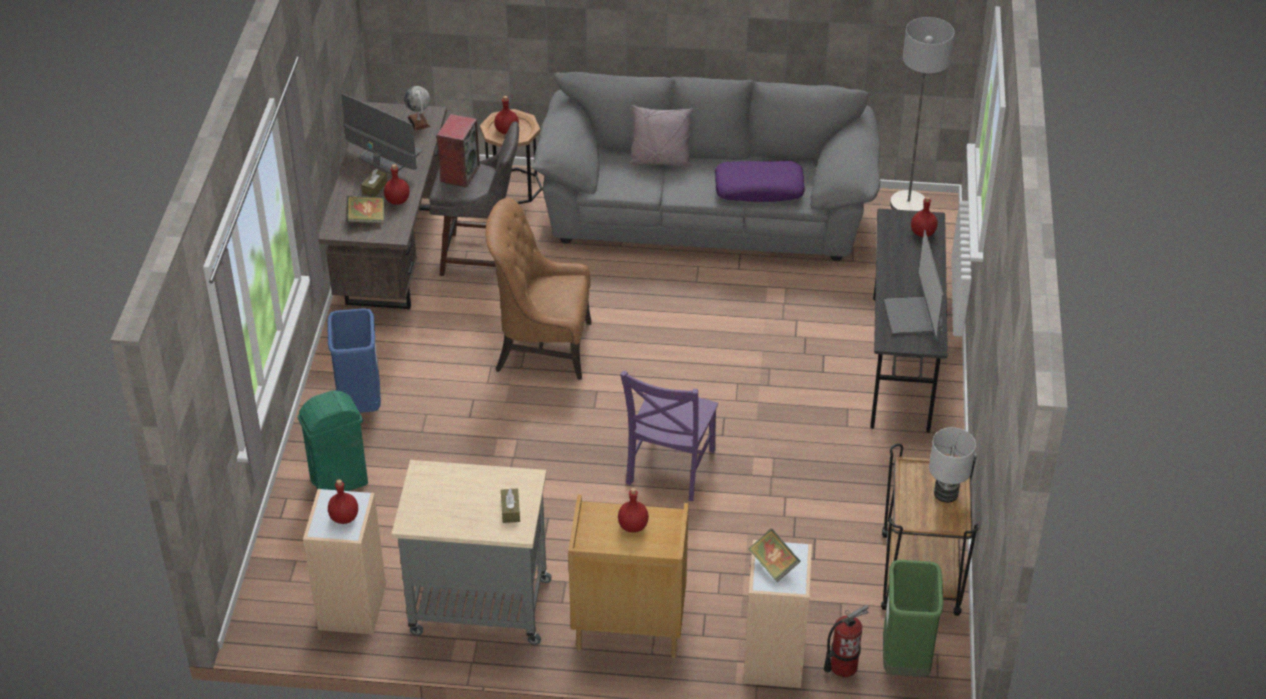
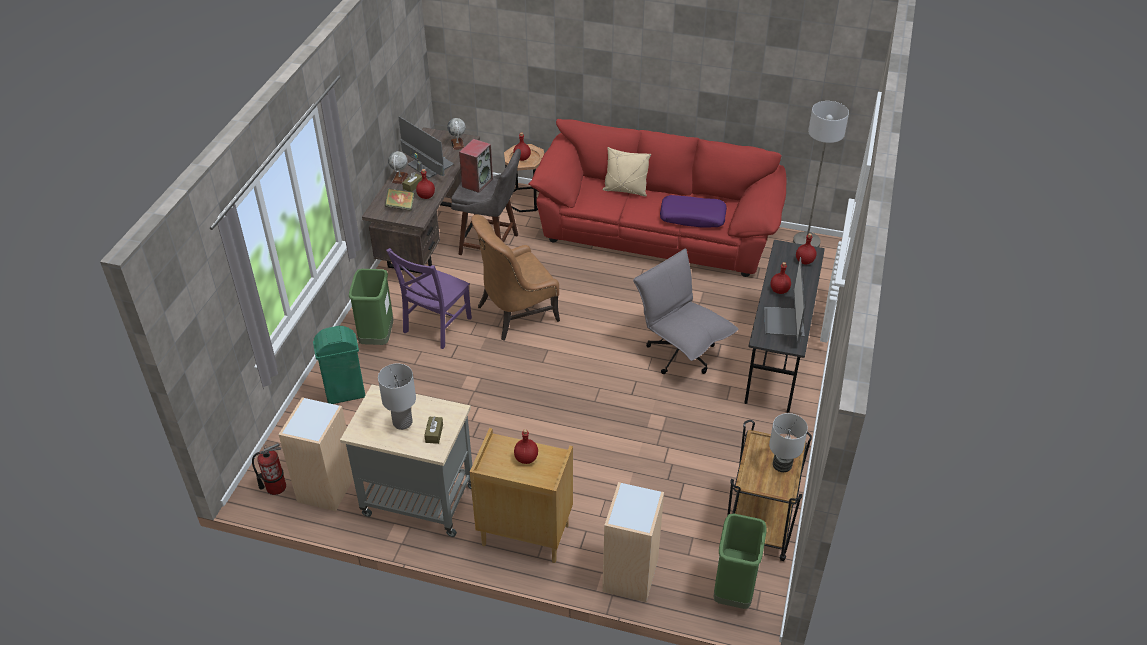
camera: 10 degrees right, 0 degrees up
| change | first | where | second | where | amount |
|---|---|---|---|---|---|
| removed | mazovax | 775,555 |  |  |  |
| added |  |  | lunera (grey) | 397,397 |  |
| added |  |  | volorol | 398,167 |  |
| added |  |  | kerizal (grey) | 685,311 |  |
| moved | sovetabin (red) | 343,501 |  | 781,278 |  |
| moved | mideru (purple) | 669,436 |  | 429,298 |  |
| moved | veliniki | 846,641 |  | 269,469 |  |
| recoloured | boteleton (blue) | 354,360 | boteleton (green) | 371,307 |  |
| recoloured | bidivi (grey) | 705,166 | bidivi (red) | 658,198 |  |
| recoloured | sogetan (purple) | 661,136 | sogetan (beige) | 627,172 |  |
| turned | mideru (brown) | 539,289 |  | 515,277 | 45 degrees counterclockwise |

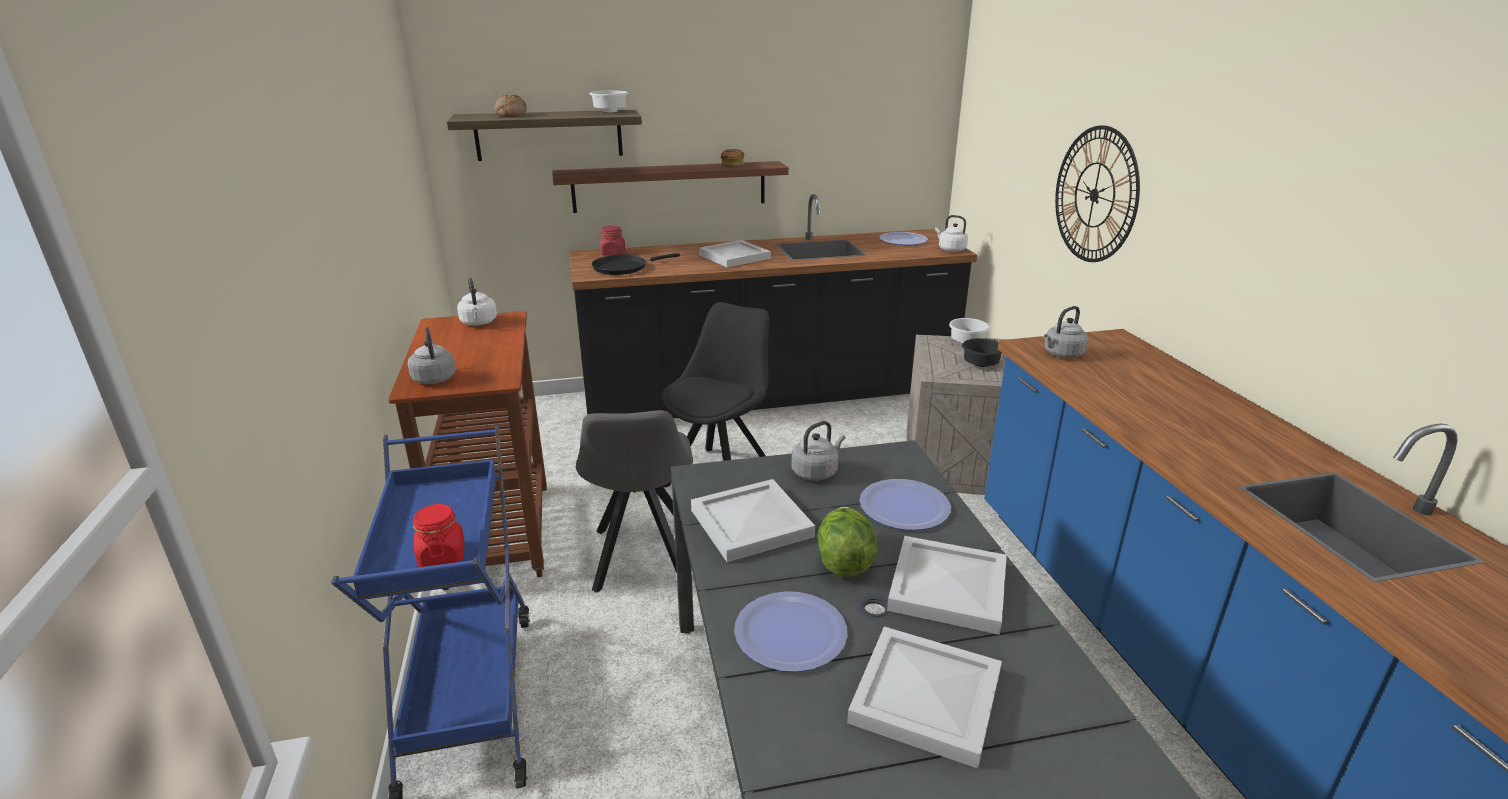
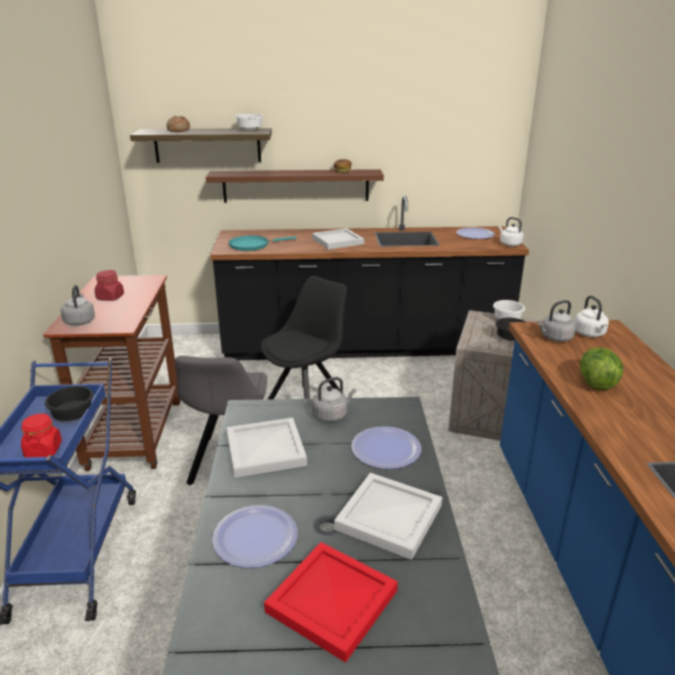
camera: 10 degrees right, 0 degrees up
| change | first | where | second | where | amount |
|---|---|---|---|---|---|
| removed | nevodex | 1097,193 |  |  |  |
| added |  |  | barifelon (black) | 69,403 |  |
| moved | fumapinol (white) | 477,302 |  | 591,316 |  |
| moved | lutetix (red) | 612,241 |  | 109,285 |  |
| moved | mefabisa | 847,542 |  | 601,368 |  |
| recoloured | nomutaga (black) | 636,264 | nomutaga (turquoise) | 262,243 |  |
| recoloured | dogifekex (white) | 924,698 | dogifekex (red) | 331,602 |  |

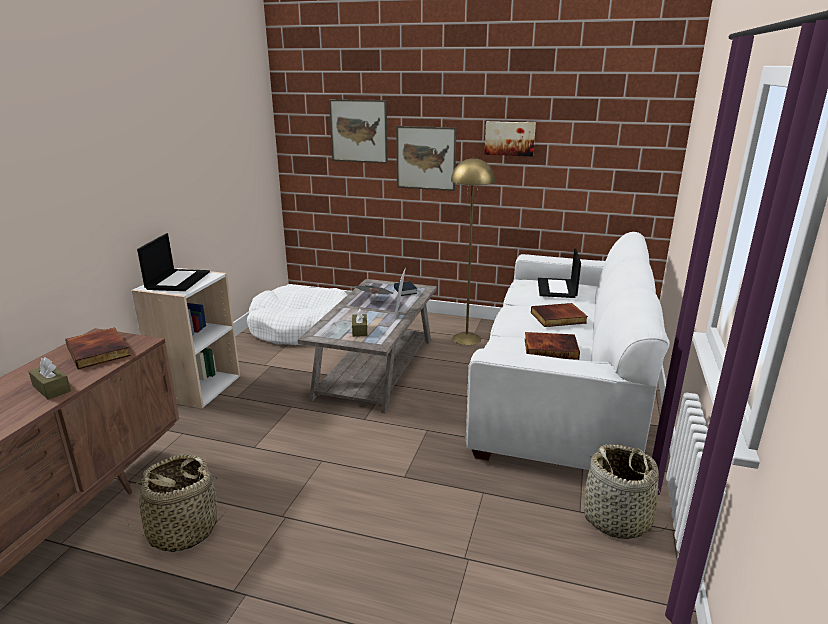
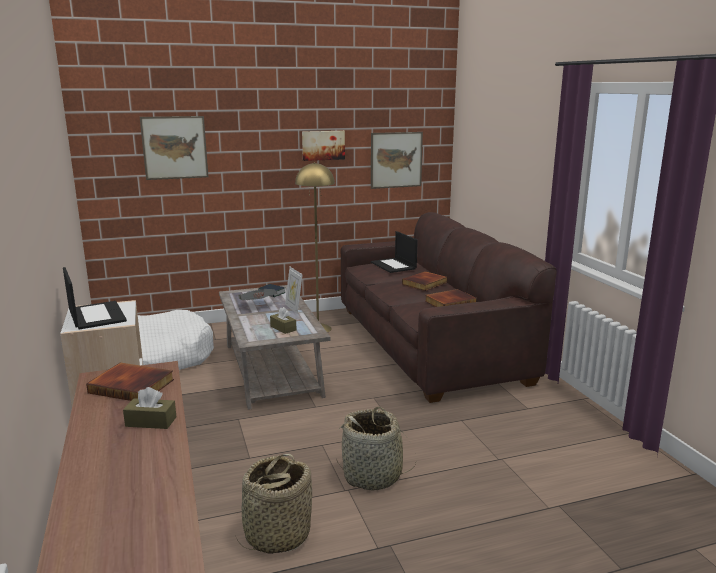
camera: 35 degrees left, 5 degrees down
| change | first | where | second | where | amount |
|---|---|---|---|---|---|
| moved | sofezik | 426,158 |  | 397,160 |  |
| moved | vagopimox | 625,491 |  | 376,448 |  |
| recoloured | bidivi (white) | 568,351 | bidivi (brown) | 449,307 |  |

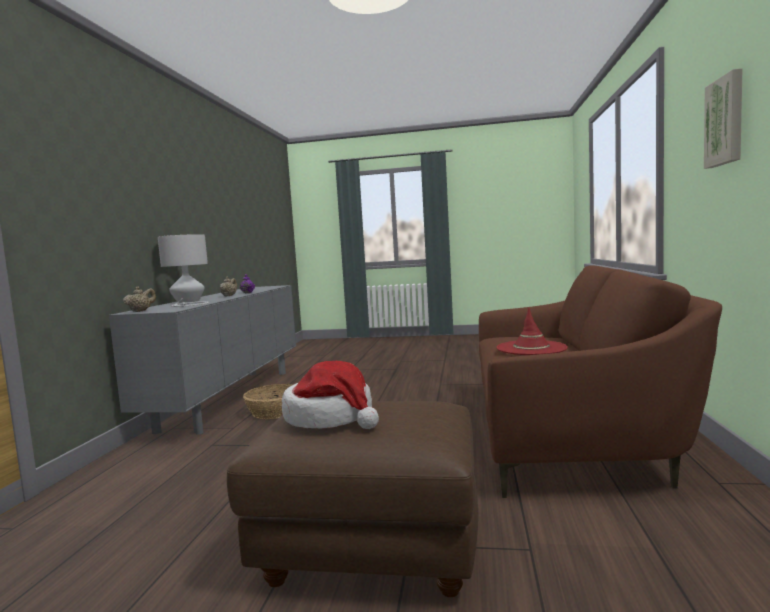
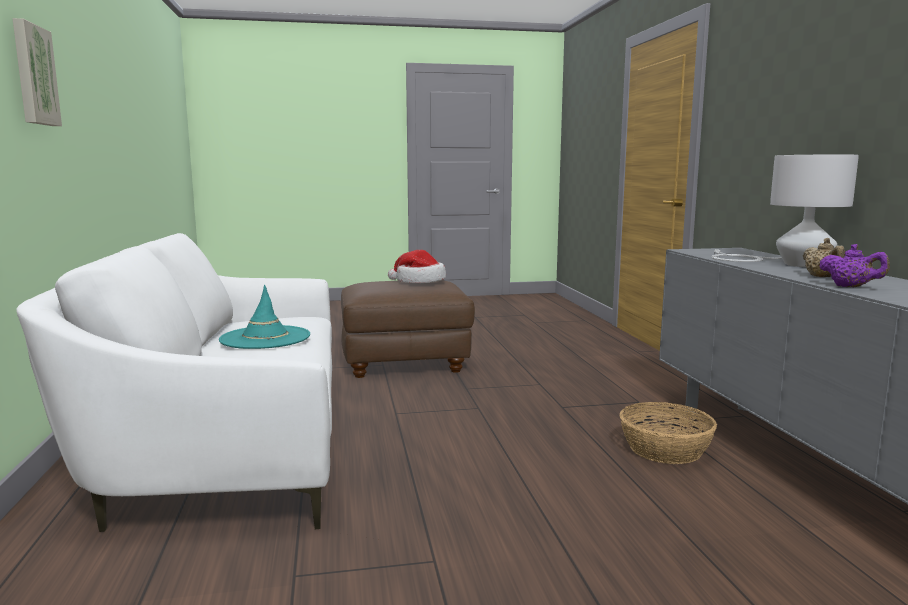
camera: 160 degrees right, 5 degrees up
| change | first | where | second | where | amount |
|---|---|---|---|---|---|
| removed | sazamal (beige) | 139,299 |  |  |  |
| recoloured | bidivi (brown) | 600,381 | bidivi (white) | 174,382 |  |
| recoloured | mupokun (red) | 532,331 | mupokun (turquoise) | 264,317 |  |

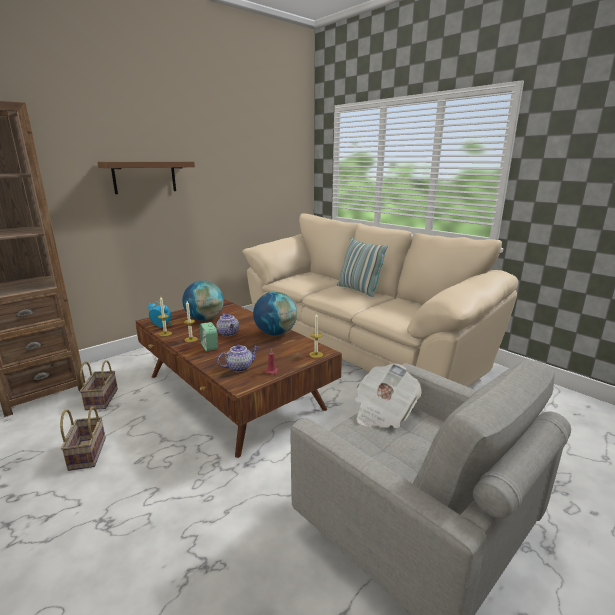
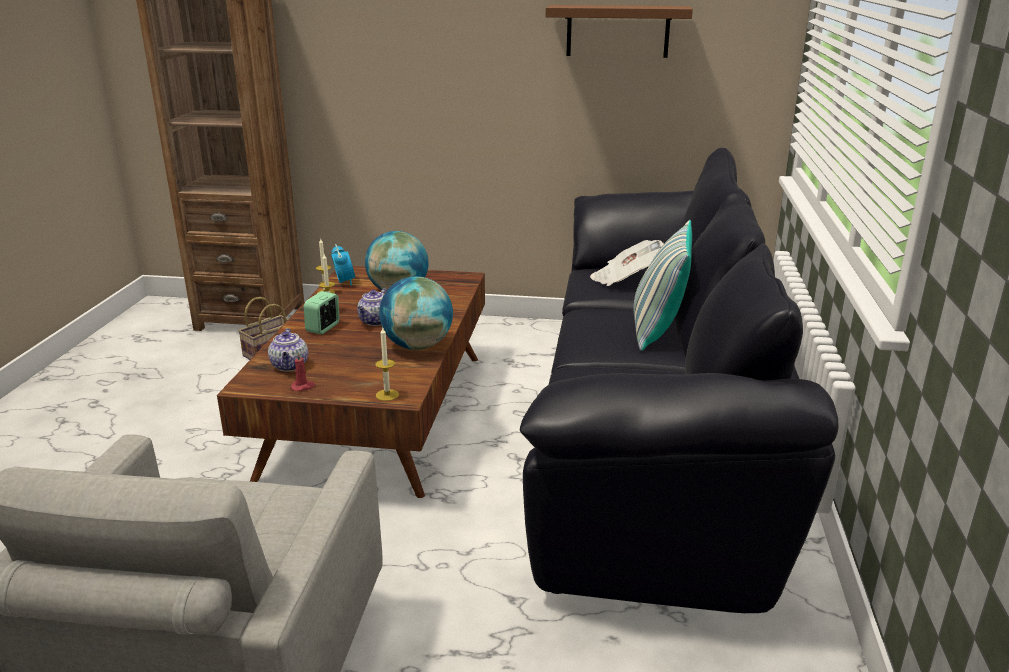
camera: 50 degrees right, 5 degrees up
| change | first | where | second | where | amount |
|---|---|---|---|---|---|
| removed | vagopimox | 83,438 |  |  |  |
| moved | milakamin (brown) | 146,178 |  | 619,31 |  |
| moved | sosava | 388,396 |  | 627,263 |  |
| recoloured | bidivi (beige) | 380,300 | bidivi (black) | 679,380 |  |
| turned | sazamal | 238,358 |  | 288,349 | 60 degrees clockwise |

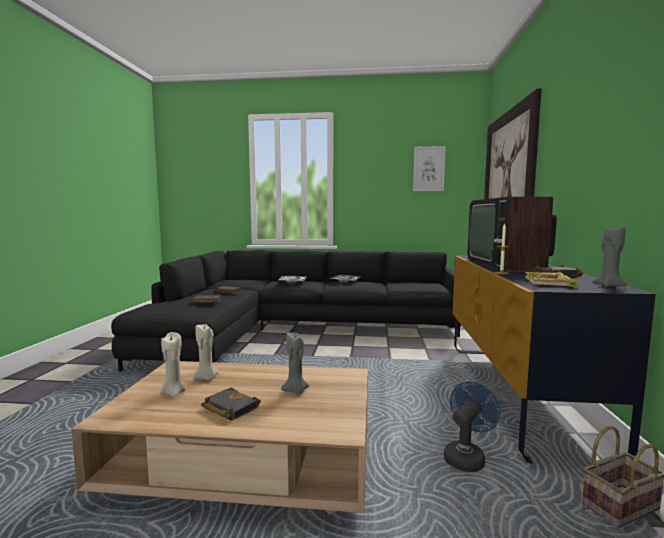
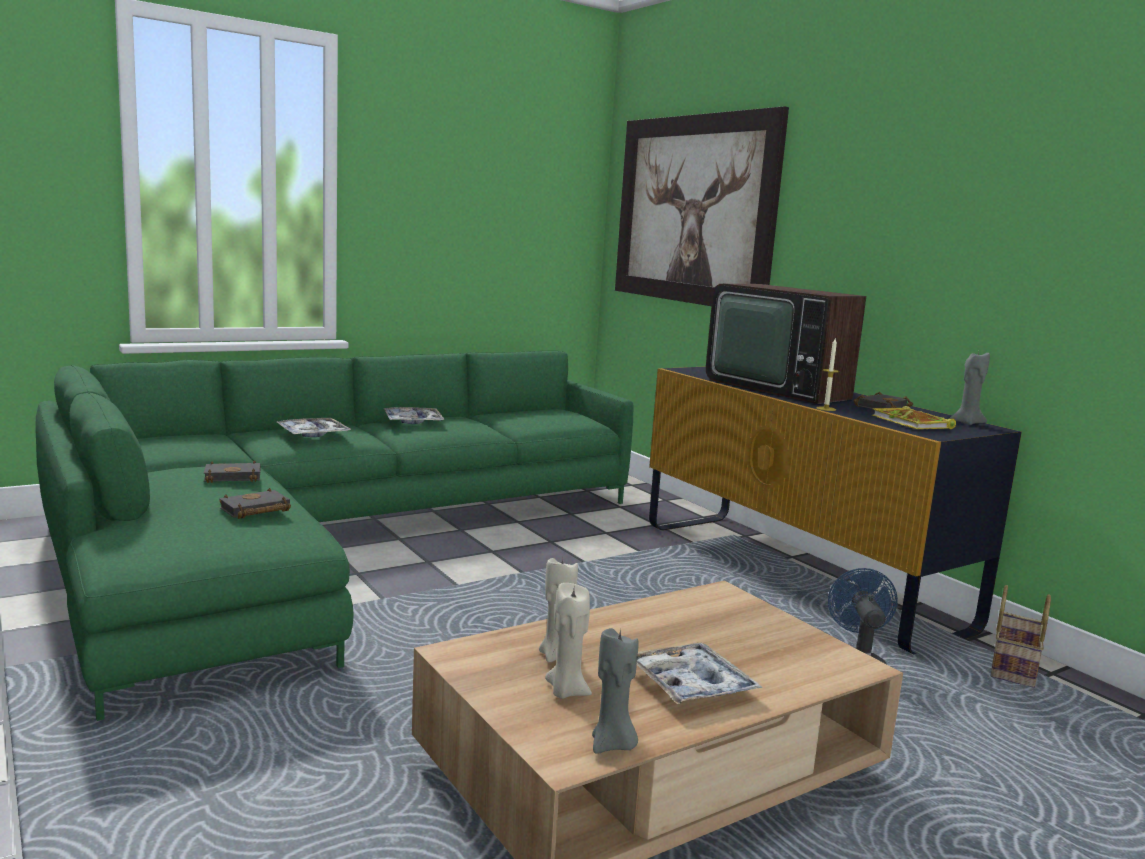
camera: 40 degrees left, 5 degrees up
| change | first | where | second | where | amount |
|---|---|---|---|---|---|
| removed | sofezik | 429,168 |  |  |  |
| moved | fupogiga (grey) | 295,363 |  | 615,691 |  |
| replaced | mazovax (black) | 231,403 | dogifekex | 700,673 |  |
| recoloured | bidivi (black) | 286,310 | bidivi (green) | 334,536 |  |

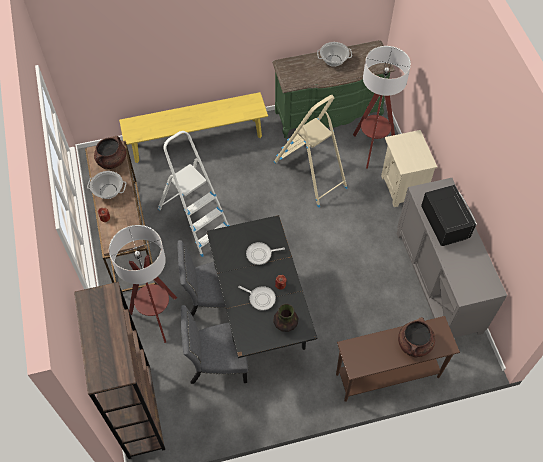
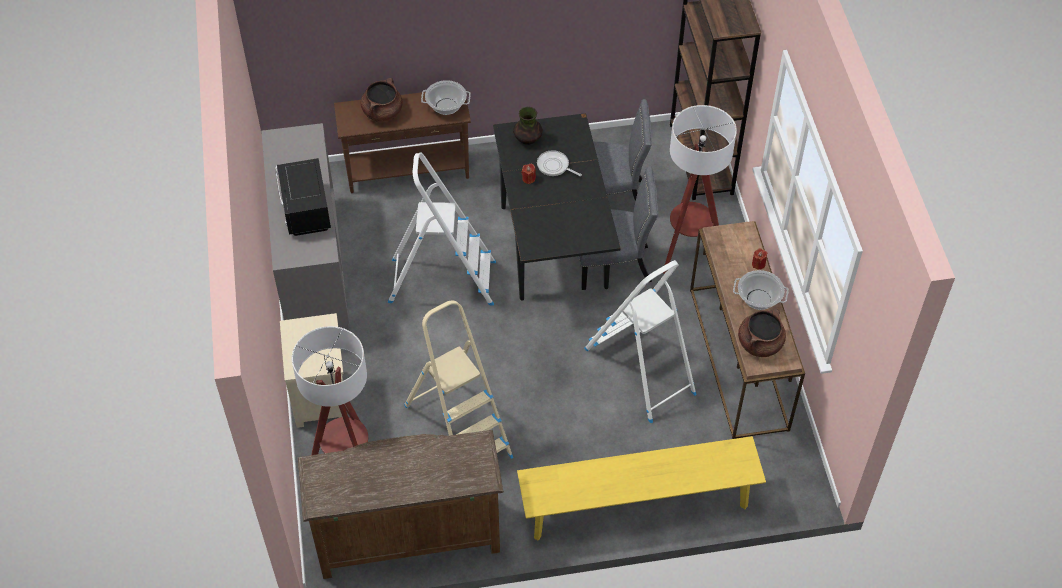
camera: 175 degrees left, 5 degrees down
| change | first | where | second | where | amount |
|---|---|---|---|---|---|
| removed | nomutaga | 265,253 |  |  |  |
| added |  |  | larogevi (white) | 442,228 |  |
| moved | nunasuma | 334,54 |  | 446,97 |  |

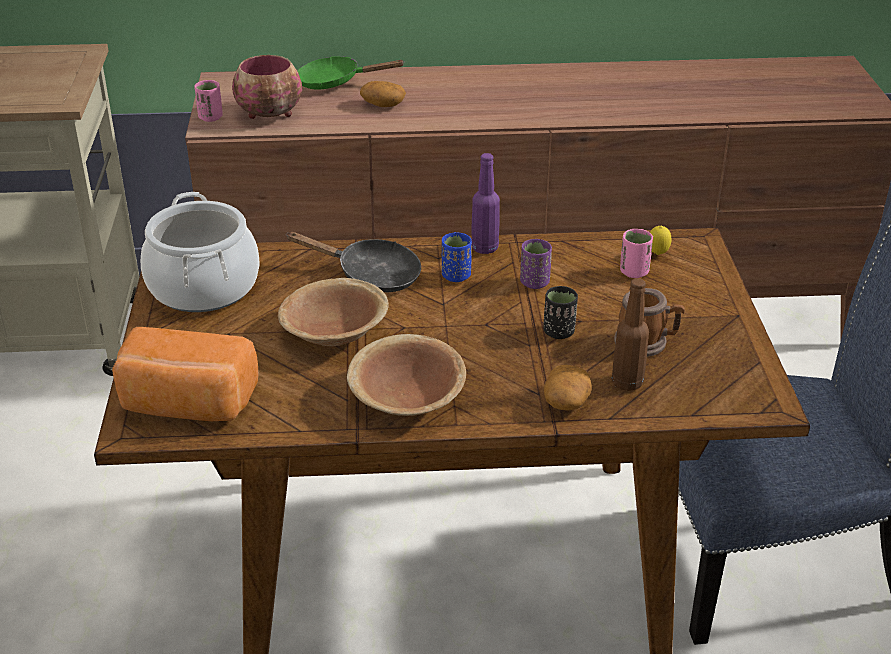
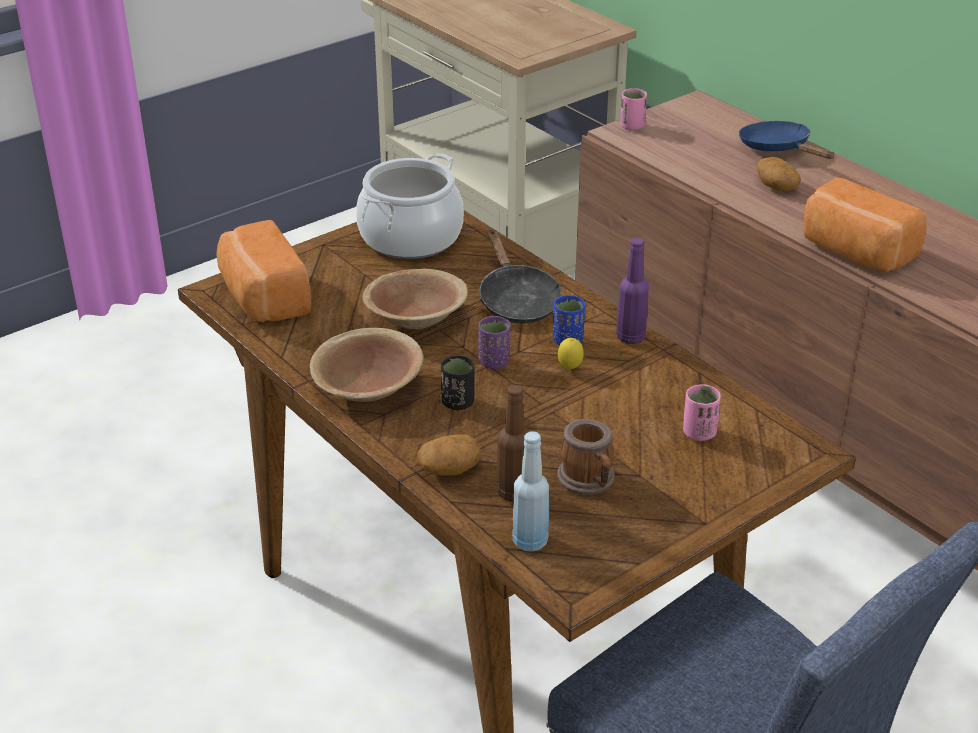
camera: 55 degrees right, 0 degrees up
| change | first | where | second | where | amount |
|---|---|---|---|---|---|
| removed | barifelon | 267,87 |  |  |  |
| added |  |  | sovetabin (blue) | 531,491 |  |
| added |  |  | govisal | 865,225 |  |
| moved | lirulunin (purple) | 536,264 |  | 494,342 |  |
| moved | lirulunin (black) | 560,312 |  | 458,382 |  |
| moved | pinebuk | 660,240 |  | 571,353 |  |
| recoloured | nomutaga (green) | 351,73 | nomutaga (blue) | 787,140 |  |

